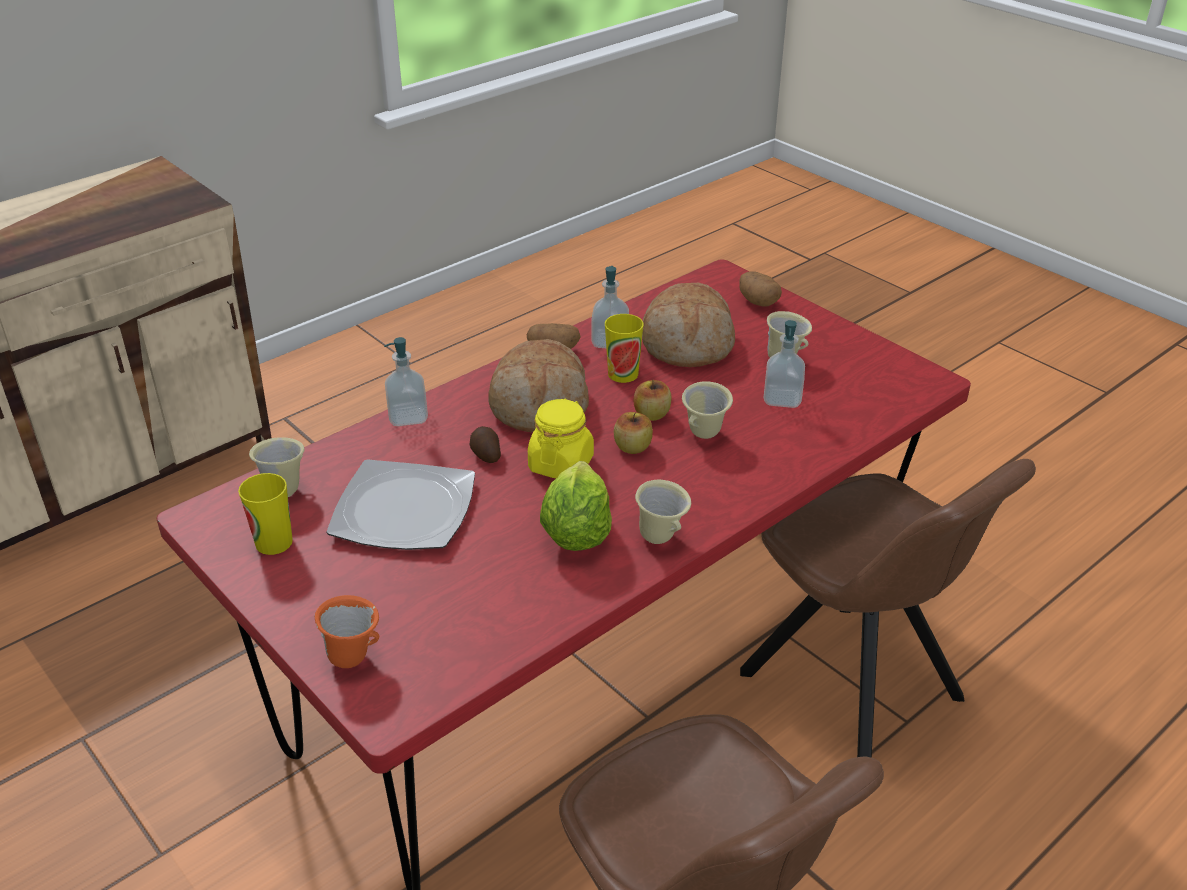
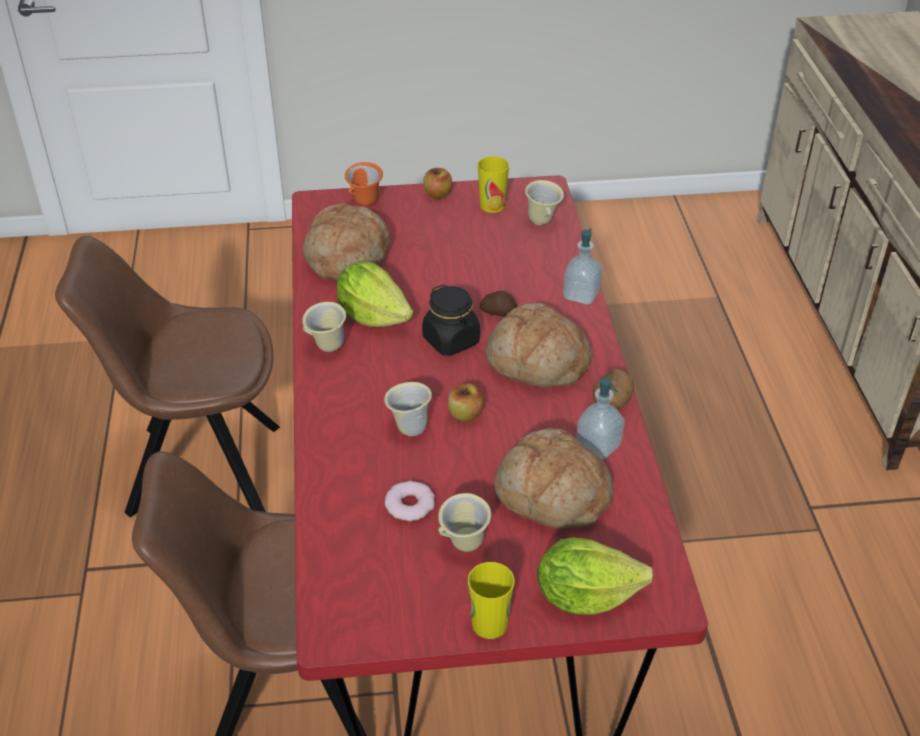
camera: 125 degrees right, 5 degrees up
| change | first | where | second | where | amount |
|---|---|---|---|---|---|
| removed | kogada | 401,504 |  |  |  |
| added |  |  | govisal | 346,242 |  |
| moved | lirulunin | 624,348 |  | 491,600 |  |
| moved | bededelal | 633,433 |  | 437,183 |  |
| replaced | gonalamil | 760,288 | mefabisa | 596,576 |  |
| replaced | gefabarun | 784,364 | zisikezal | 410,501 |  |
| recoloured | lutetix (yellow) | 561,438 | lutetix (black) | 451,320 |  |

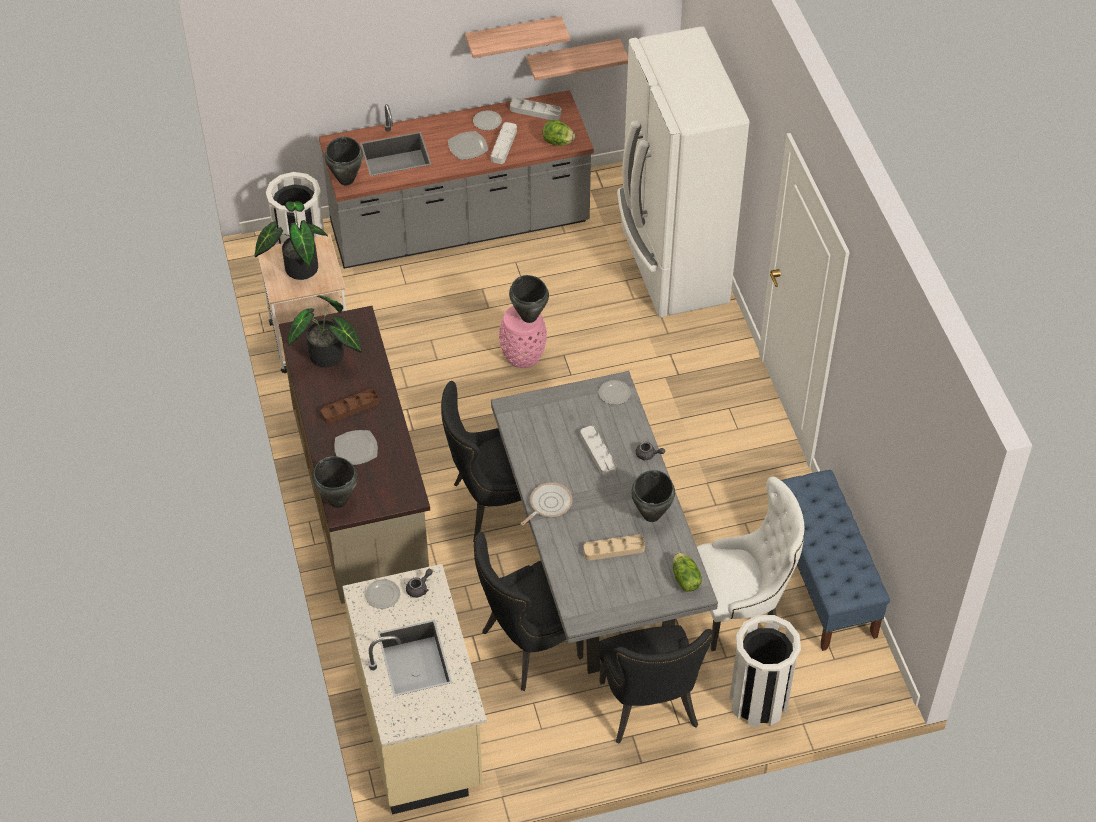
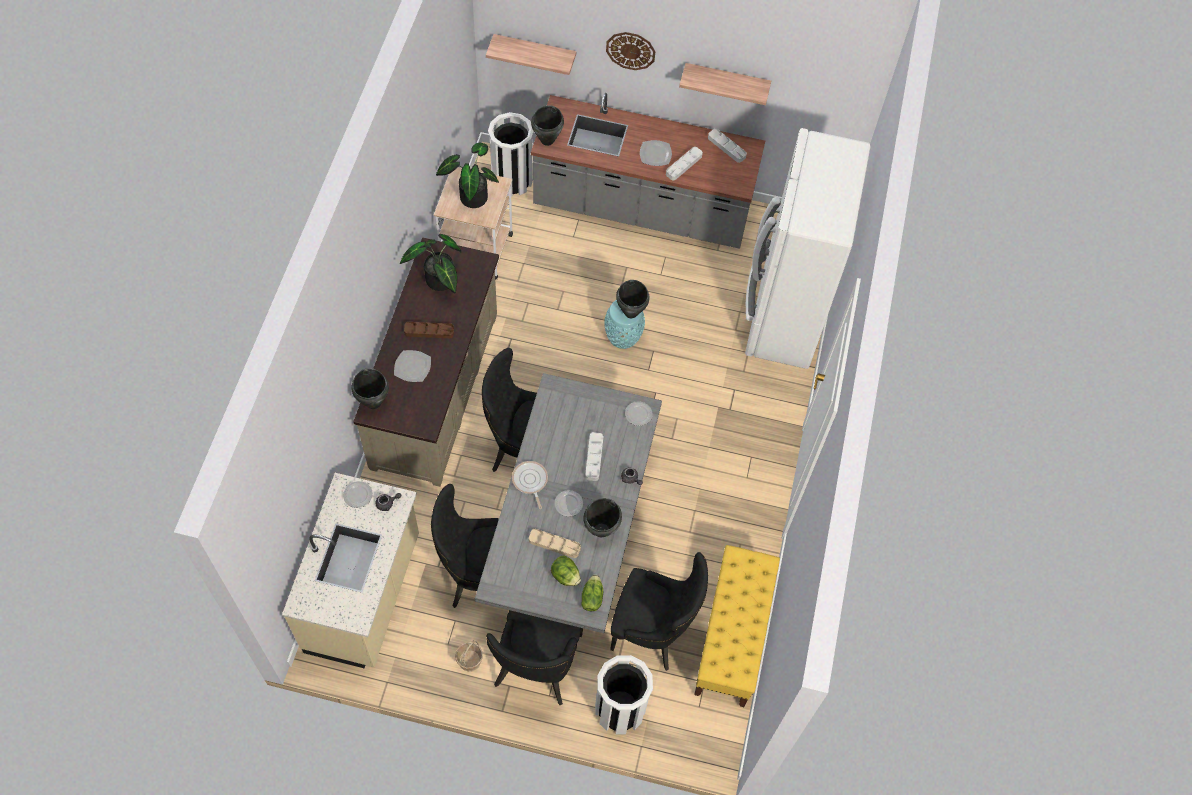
camera: 25 degrees right, 10 degrees up
| change | first | where | second | where | amount |
|---|---|---|---|---|---|
| added |  |  | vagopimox | 469,656 |  |
| added |  |  | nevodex | 630,51 |  |
| moved | kogada | 487,120 |  | 568,503 |  |
| moved | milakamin | 577,59 |  | 531,54 |  |
| moved | mefabisa | 559,133 |  | 566,570 |  |
| recoloured | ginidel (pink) | 523,337 | ginidel (turquoise) | 624,324 |  |
| recoloured | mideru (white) | 751,563 | mideru (black) | 659,611 |  |
| recoloured | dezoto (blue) | 835,560 | dezoto (yellow) | 737,626 |  |
| turned | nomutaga | 546,503 |  | 530,485 | 90 degrees counterclockwise |

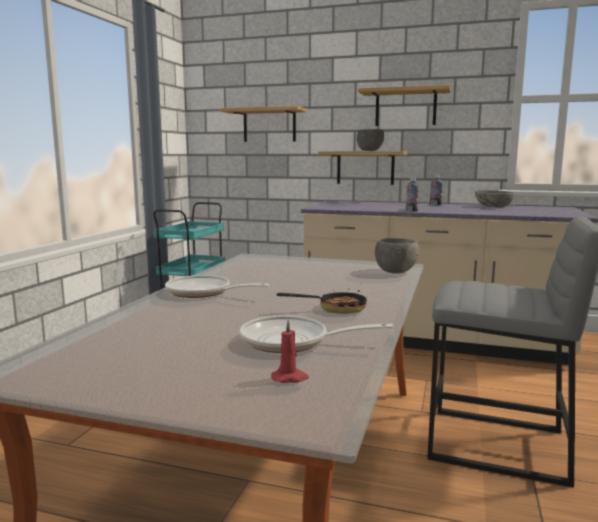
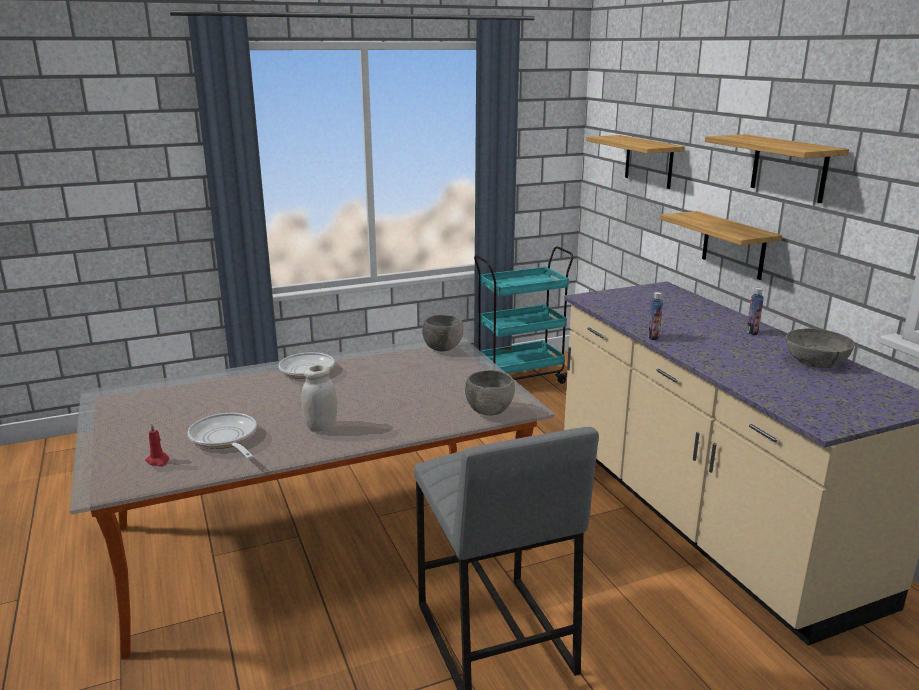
camera: 50 degrees right, 10 degrees up
| change | first | where | second | where | amount |
|---|---|---|---|---|---|
| moved | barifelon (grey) | 371,140 |  | 443,333 |  |
| replaced | nomutaga | 322,301 | lutetix (white) | 319,398 |  |

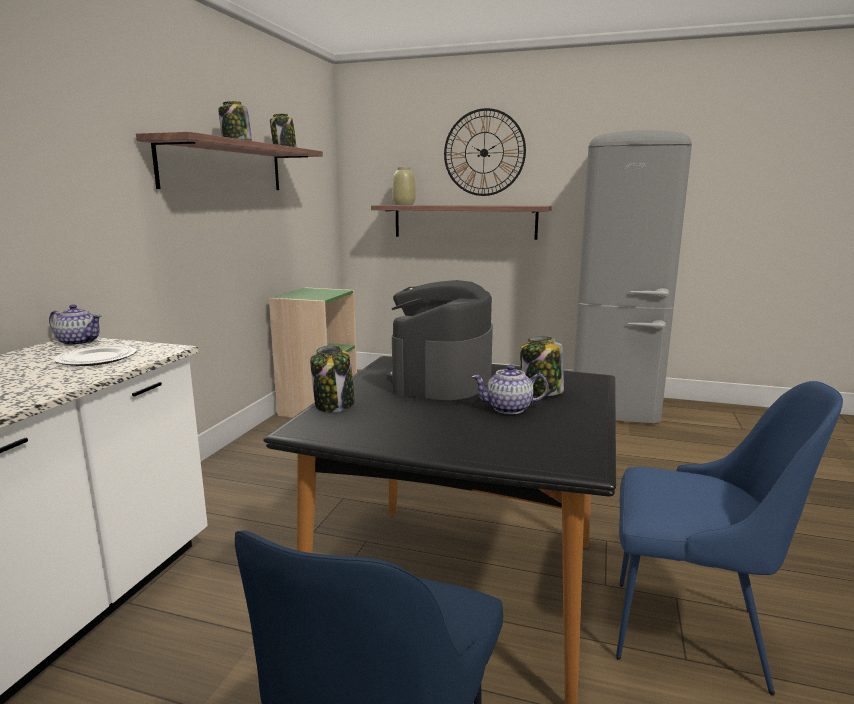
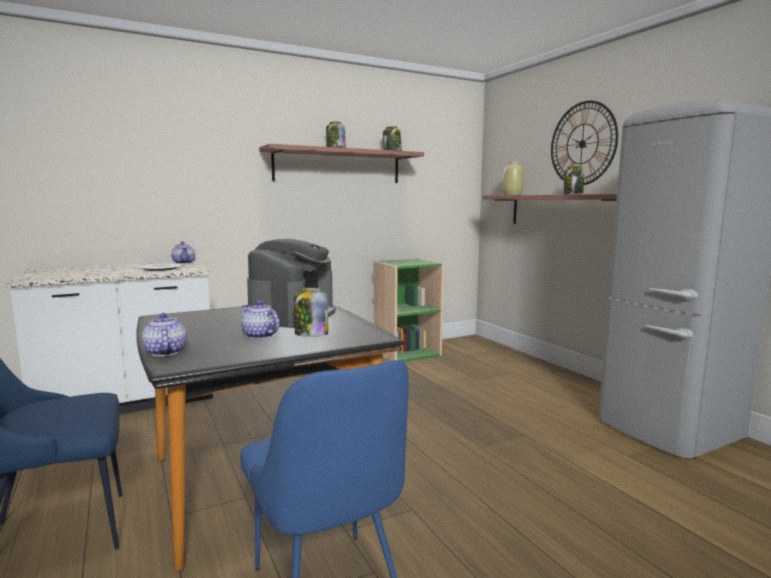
camera: 45 degrees right, 5 degrees down
| change | first | where | second | where | amount |
|---|---|---|---|---|---|
| added |  |  | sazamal | 164,334 |  |
| moved | lutetix | 332,378 |  | 574,180 |  |
| turned | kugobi | 440,340 |  | 291,283 | 135 degrees clockwise |

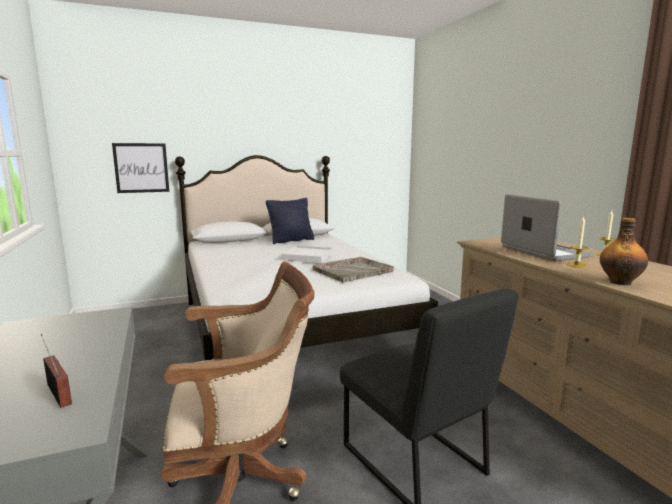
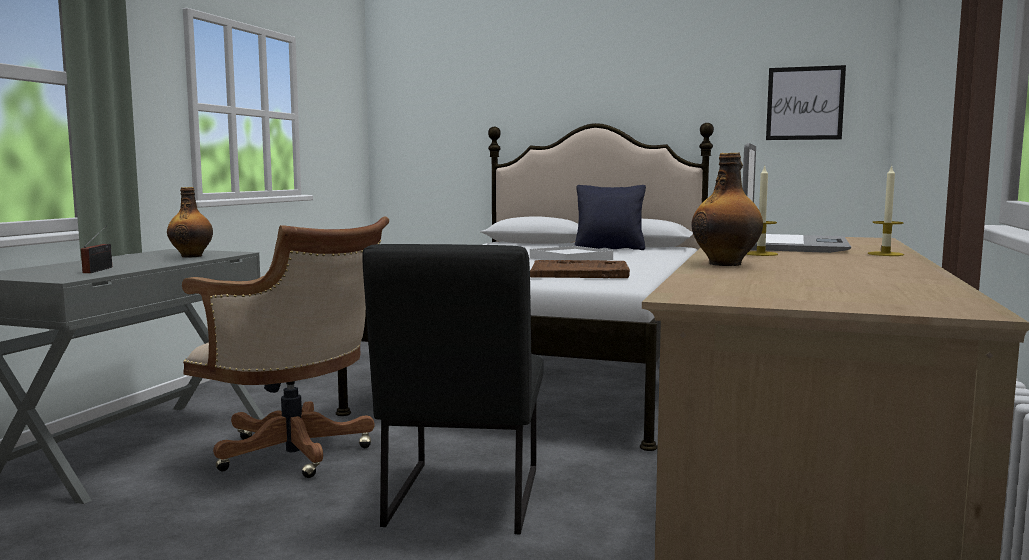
camera: 40 degrees right, 5 degrees down
| change | first | where | second | where | amount |
|---|---|---|---|---|---|
| added |  |  | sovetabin | 190,222 |  |
| moved | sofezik | 140,168 |  | 806,102 |  |
| recoloured | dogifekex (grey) | 353,269 | dogifekex (brown) | 580,269 |  |

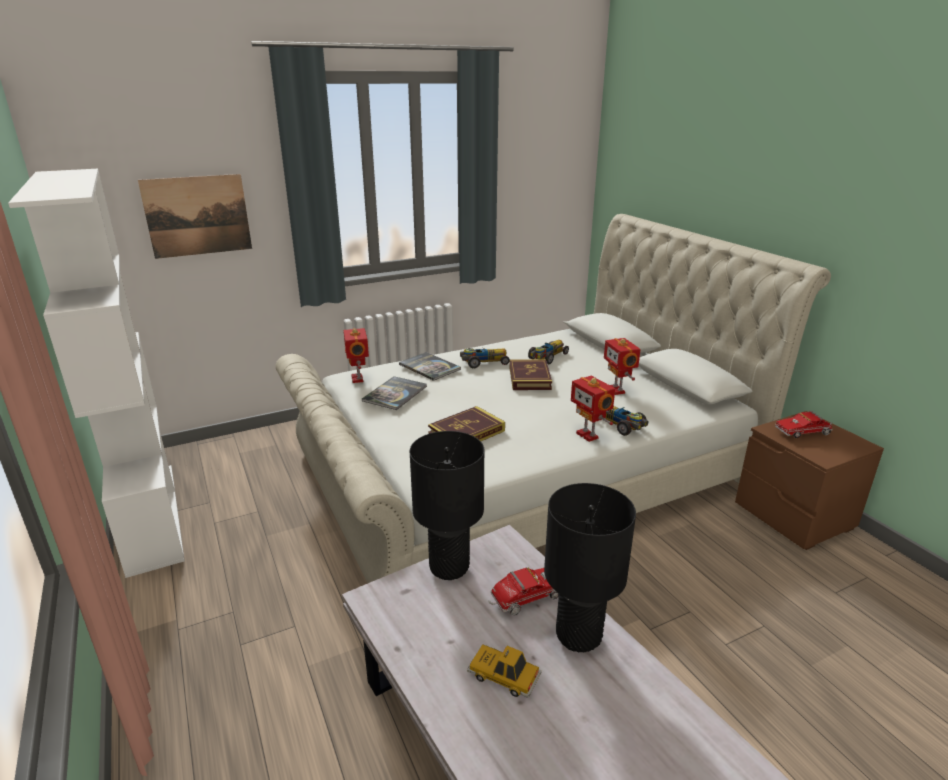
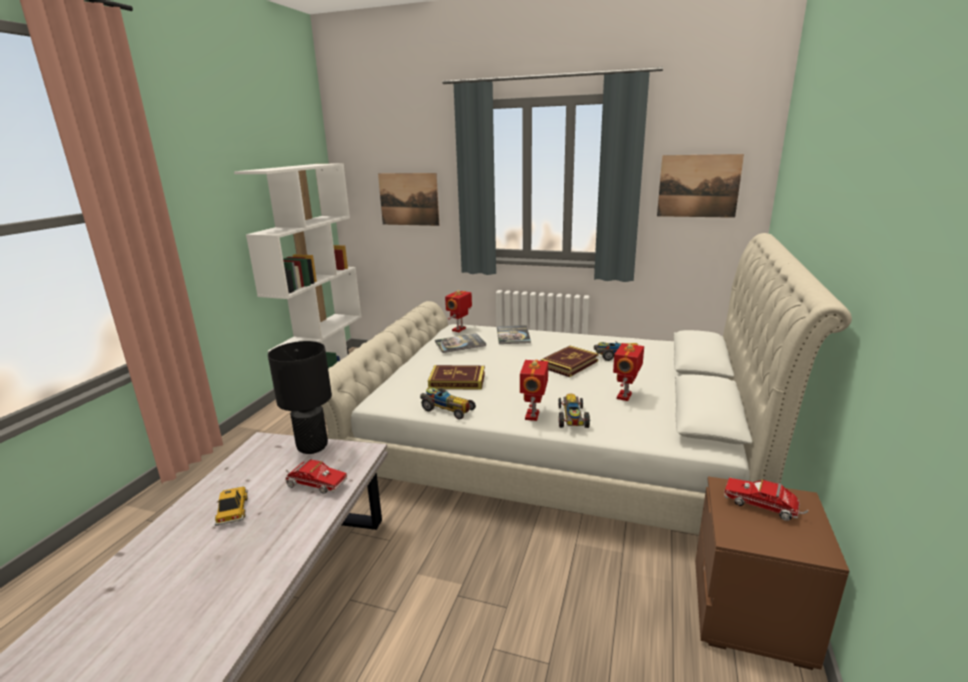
camera: 45 degrees right, 5 degrees down
| change | first | where | second | where | amount |
|---|---|---|---|---|---|
| removed | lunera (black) | 590,567 |  |  |  |
| added |  |  | sofezik | 700,186 |  |
| moved | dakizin | 485,357 |  | 448,403 |  |

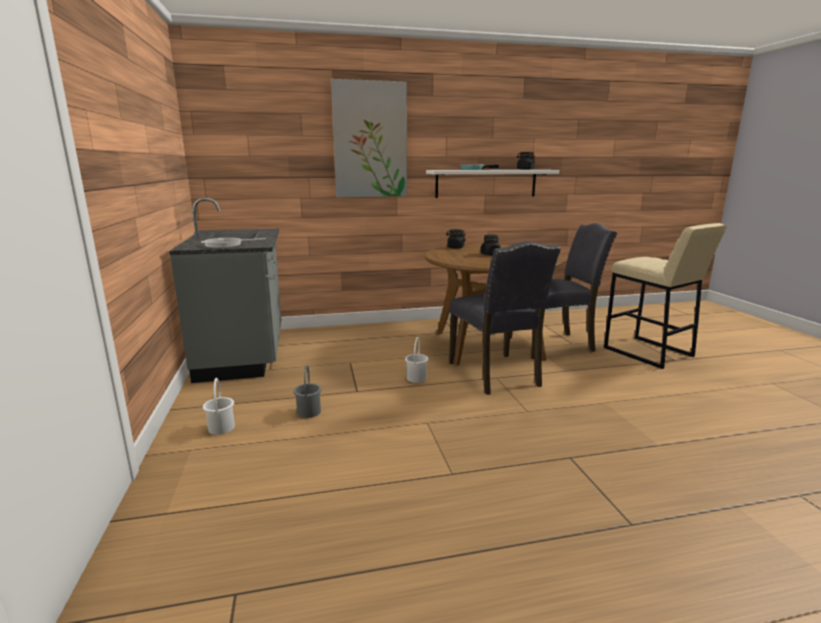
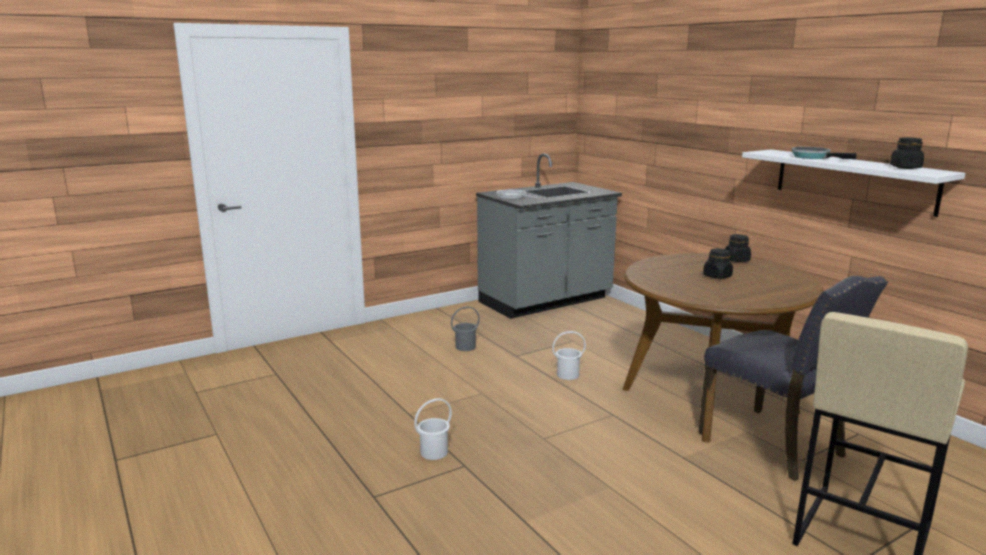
camera: 70 degrees right, 0 degrees up
| change | first | where | second | where | amount |
|---|---|---|---|---|---|
| removed | sofezik | 369,138 |  |  |  |
| removed | mideru (grey) | 505,318 |  |  |  |
| moved | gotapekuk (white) | 219,406 |  | 433,429 |  |

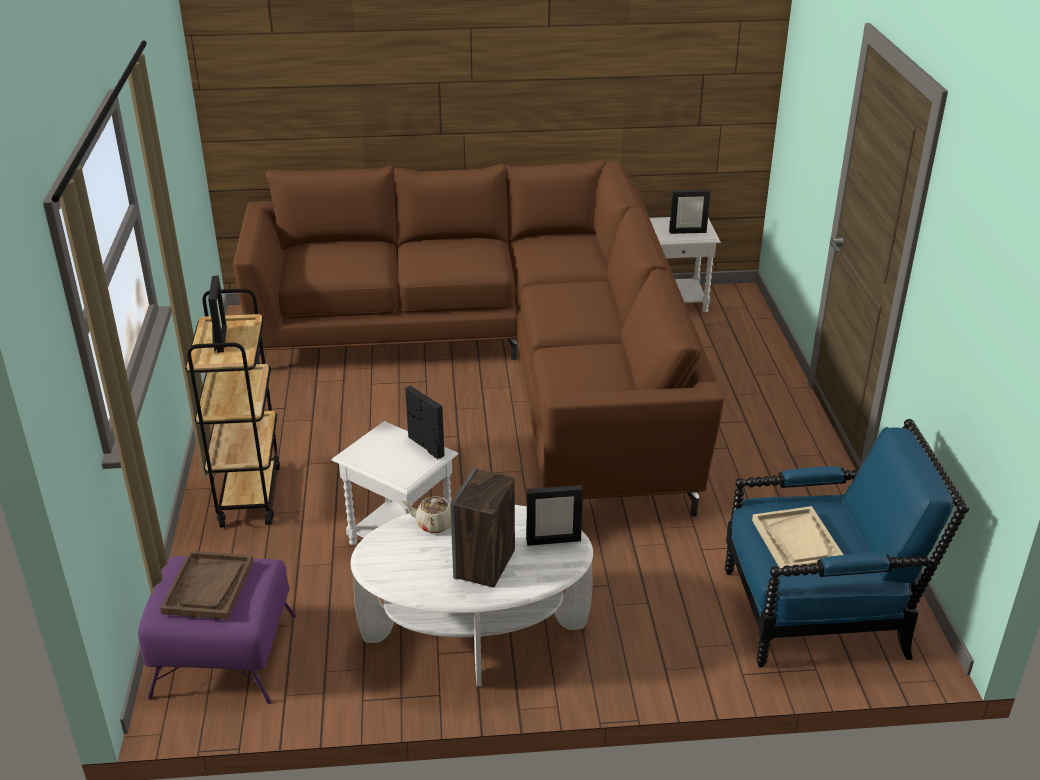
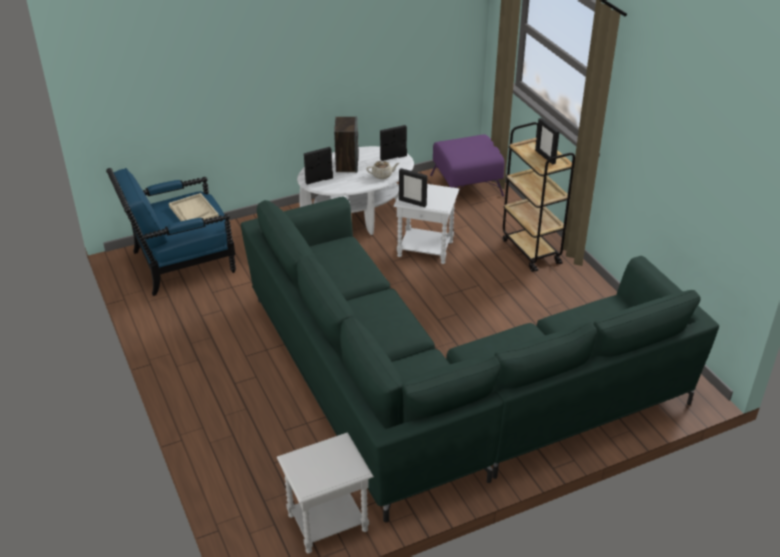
camera: 160 degrees right, 5 degrees up
| change | first | where | second | where | amount |
|---|---|---|---|---|---|
| removed | dogifekex (brown) | 207,585 |  |  |  |
| moved | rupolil | 689,212 |  | 393,143 |  |
| recoloured | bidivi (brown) | 478,338 | bidivi (green) | 480,359 |  |

